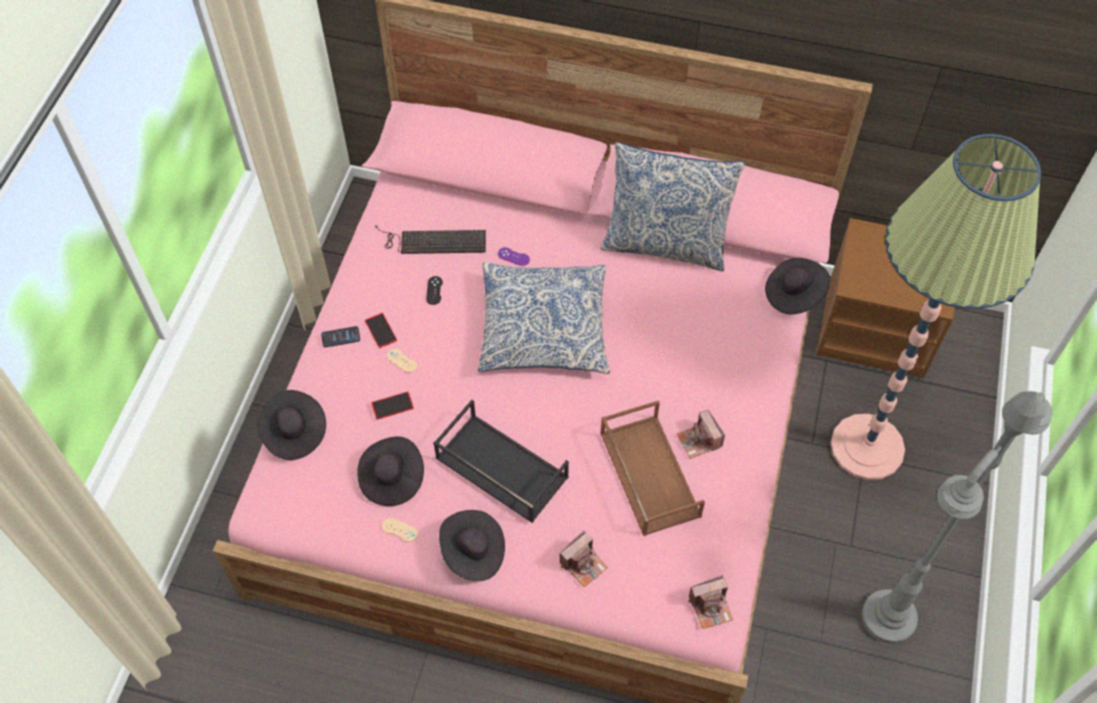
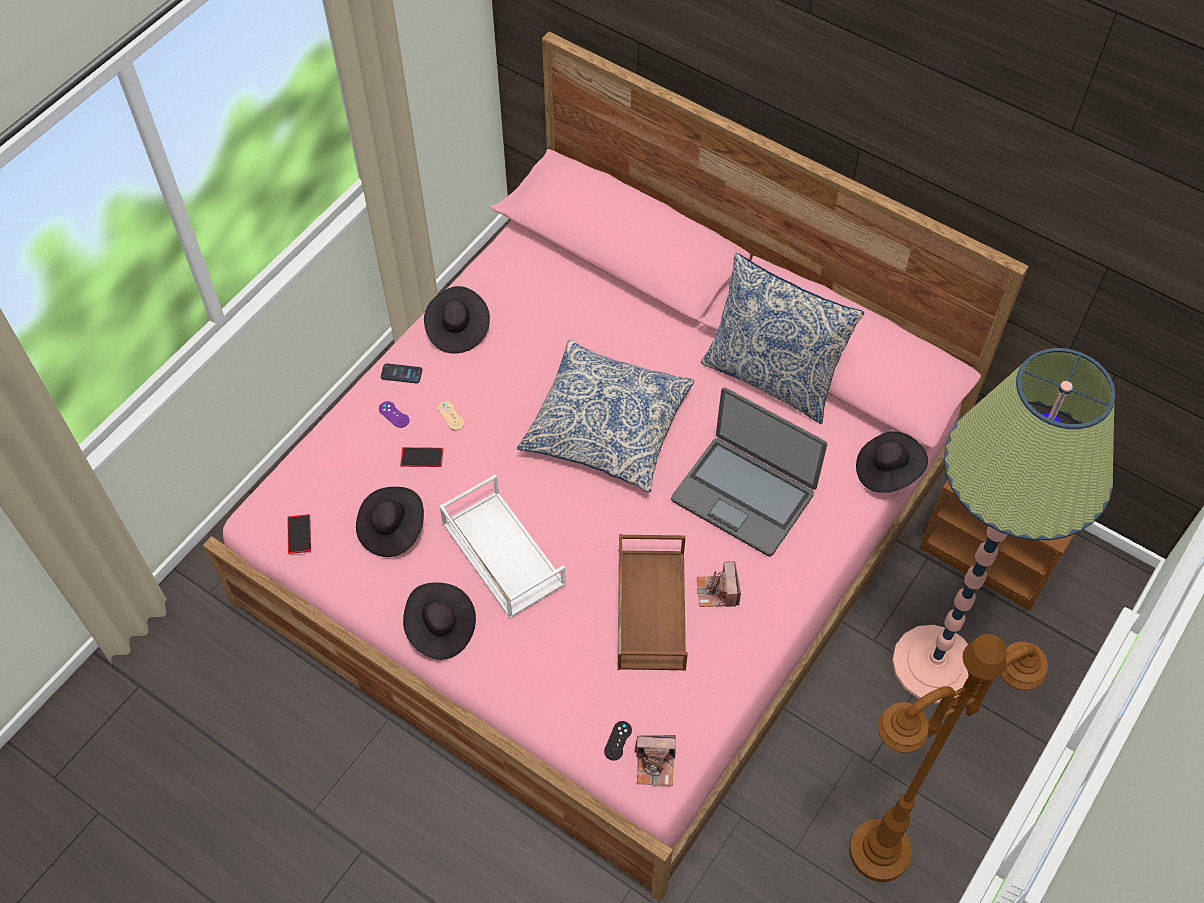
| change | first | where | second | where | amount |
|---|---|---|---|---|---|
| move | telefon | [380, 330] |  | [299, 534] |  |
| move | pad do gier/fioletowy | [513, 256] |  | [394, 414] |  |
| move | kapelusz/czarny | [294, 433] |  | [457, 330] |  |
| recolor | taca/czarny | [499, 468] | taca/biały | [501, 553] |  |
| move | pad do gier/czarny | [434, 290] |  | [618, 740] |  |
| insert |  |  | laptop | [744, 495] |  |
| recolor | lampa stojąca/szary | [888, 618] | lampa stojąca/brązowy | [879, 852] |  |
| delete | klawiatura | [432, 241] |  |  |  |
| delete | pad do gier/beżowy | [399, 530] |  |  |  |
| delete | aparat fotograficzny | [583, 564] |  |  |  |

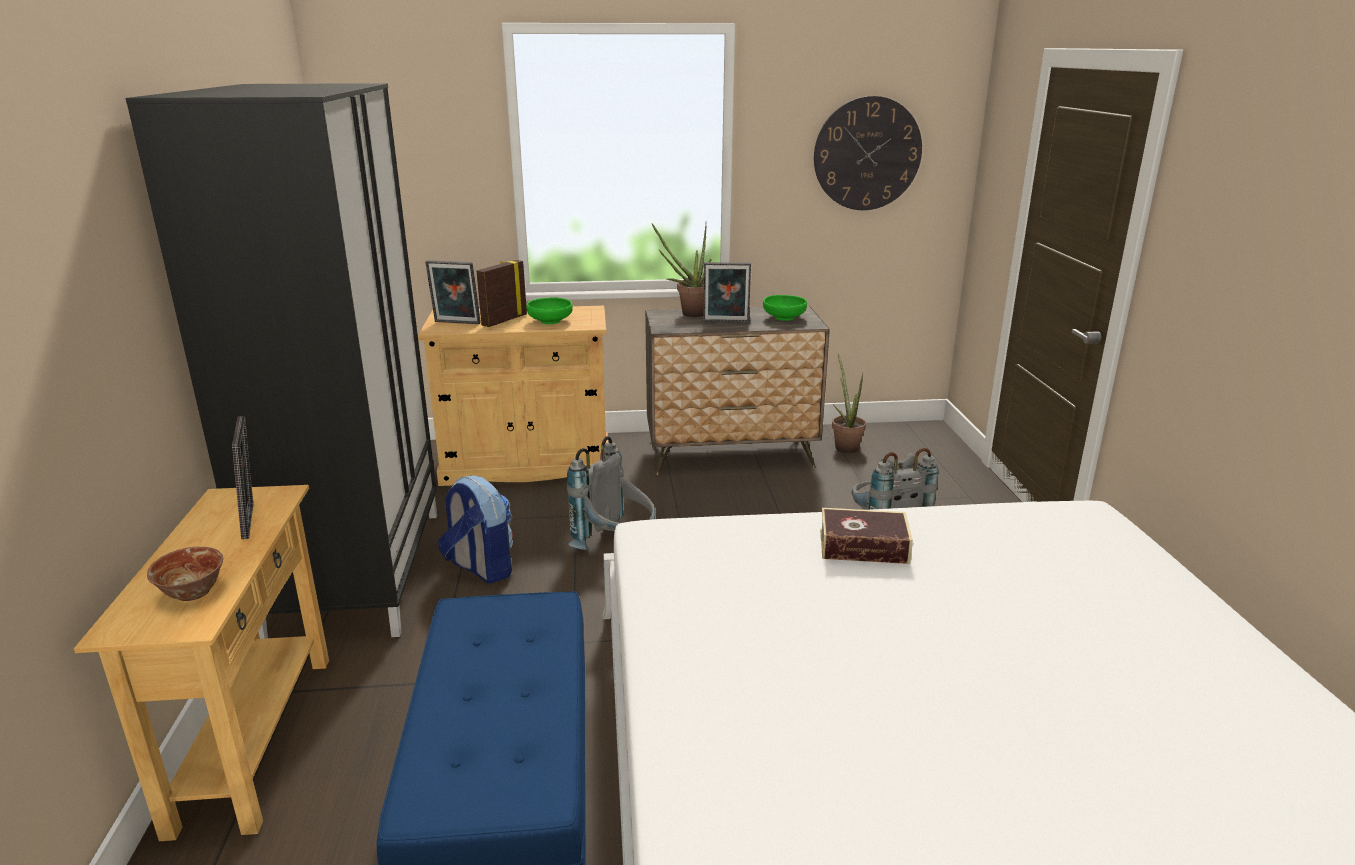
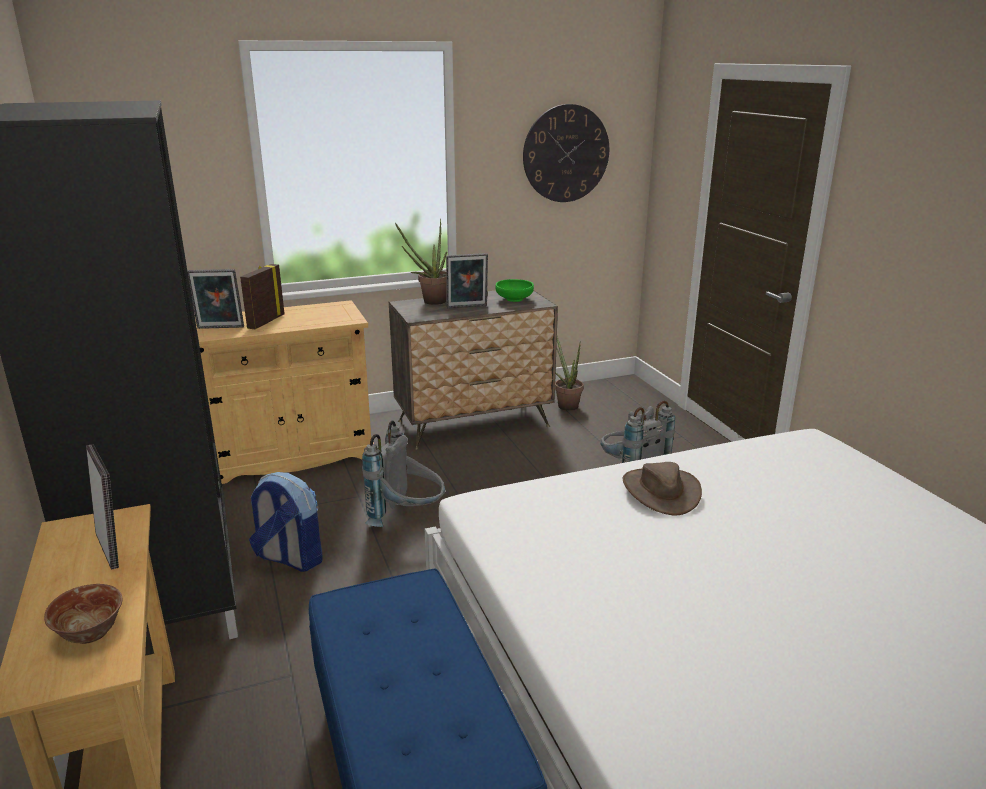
| change | first | where | second | where | amount |
|---|---|---|---|---|---|
| replace | książka | [863, 546] | kapelusz/brązowy | [660, 491] |  |
| delete | miska/zielony | [550, 321] |  |  |  |

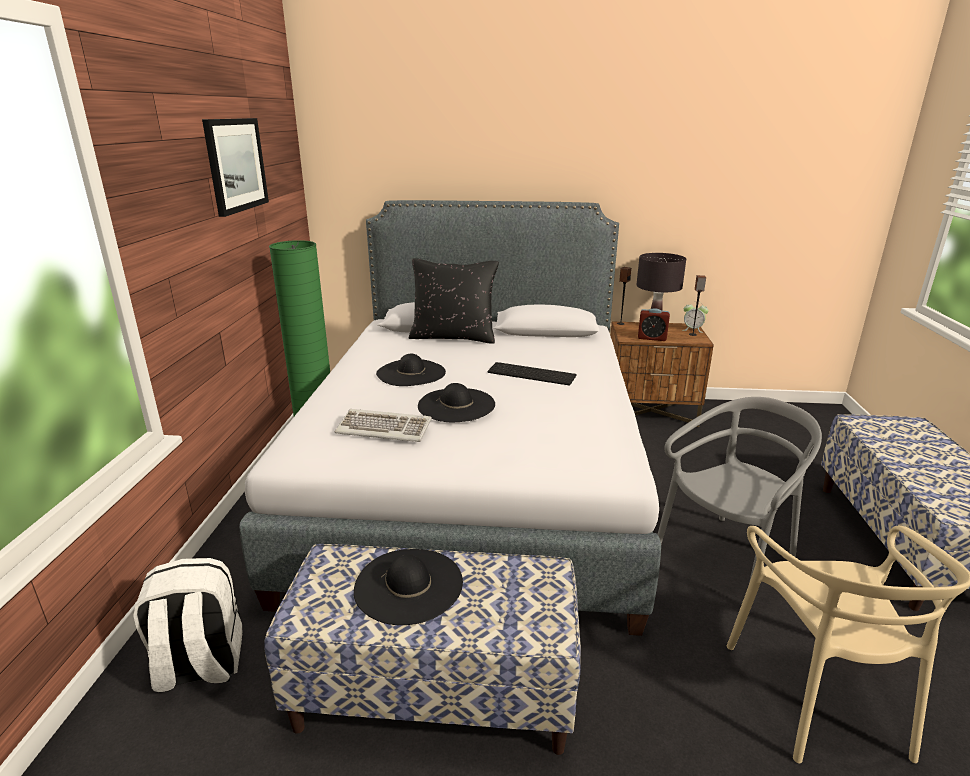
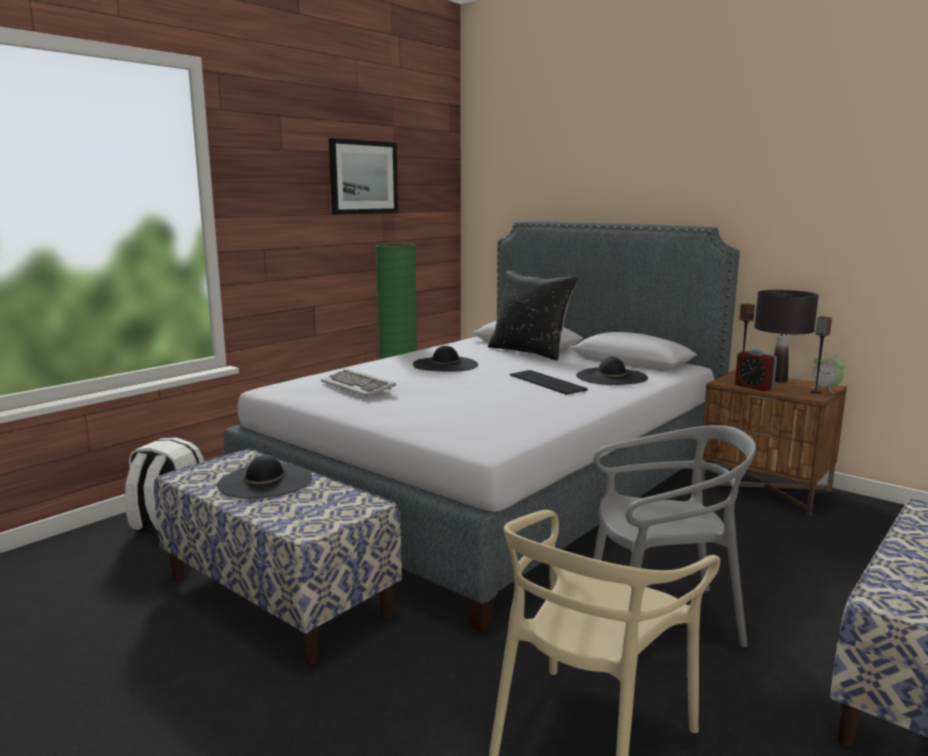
| change | first | where | second | where | amount |
|---|---|---|---|---|---|
| move | kapelusz/czarny | [456, 405] |  | [611, 377] |  |

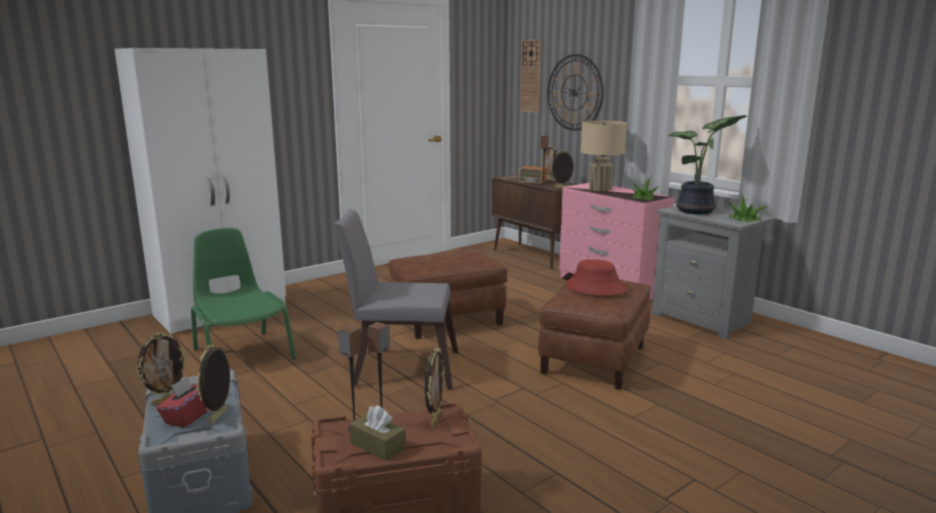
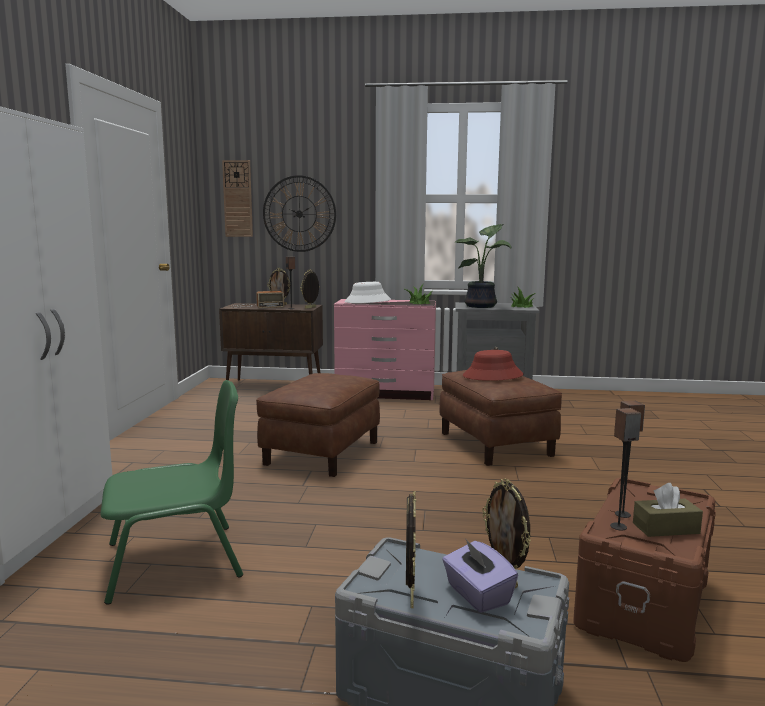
| change | first | where | second | where | amount |
|---|---|---|---|---|---|
| rotate | krzesło/zielony | [242, 353] |  | [176, 561] | 150 degrees clockwise |
| replace | lampa stołowa/beżowy | [600, 188] | kapelusz/biały | [367, 301] |  |
| recolor | pudełko chusteczek/czerwony | [188, 416] | pudełko chusteczek/fioletowy | [477, 595] |  |
| delete | krzesło/szary | [399, 367] |  |  |  |
| delete | ramka na zdjęcie | [435, 420] |  |  |  |

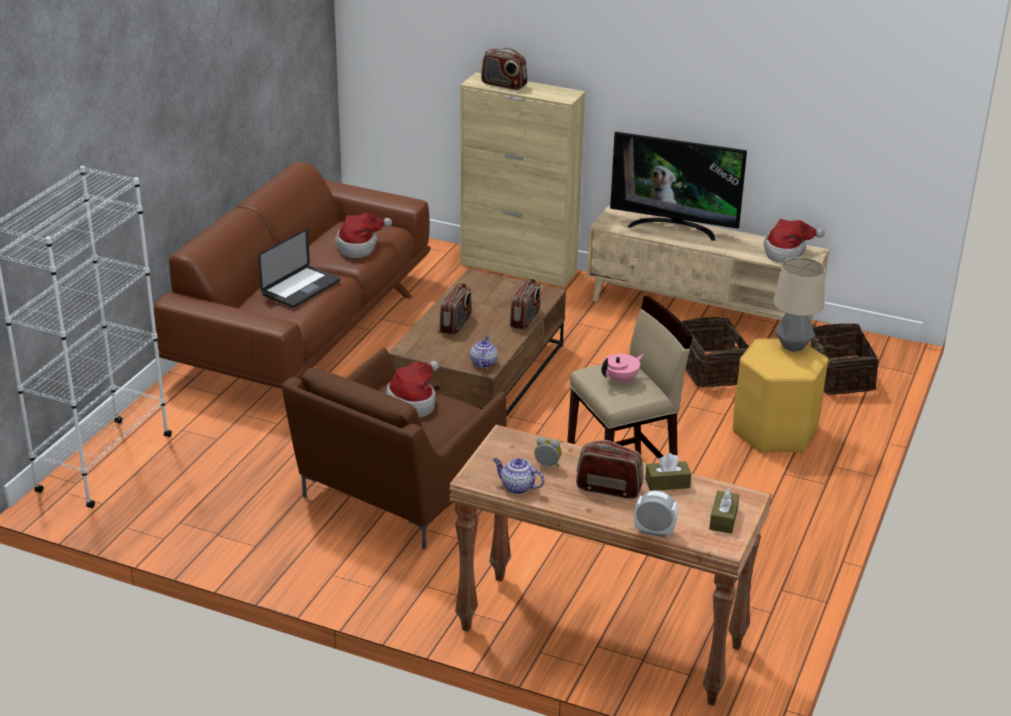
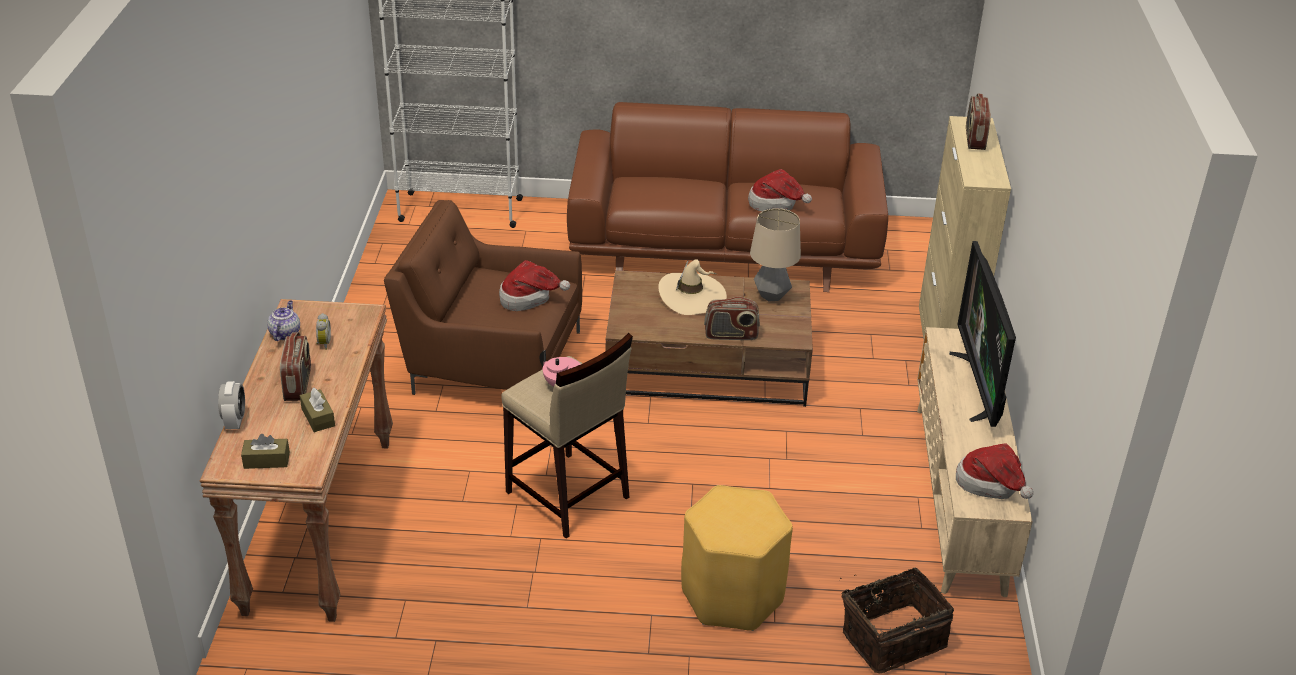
| change | first | where | second | where | amount |
|---|---|---|---|---|---|
| replace | radio | [456, 324] | kapelusz/beżowy | [692, 296] |  |
| move | lampa stołowa | [793, 346] |  | [771, 296] |  |
| delete | laptop | [301, 288] |  |  |  |
| delete | imbryk | [483, 363] |  |  |  |
| delete | koszyk | [712, 370] |  |  |  |

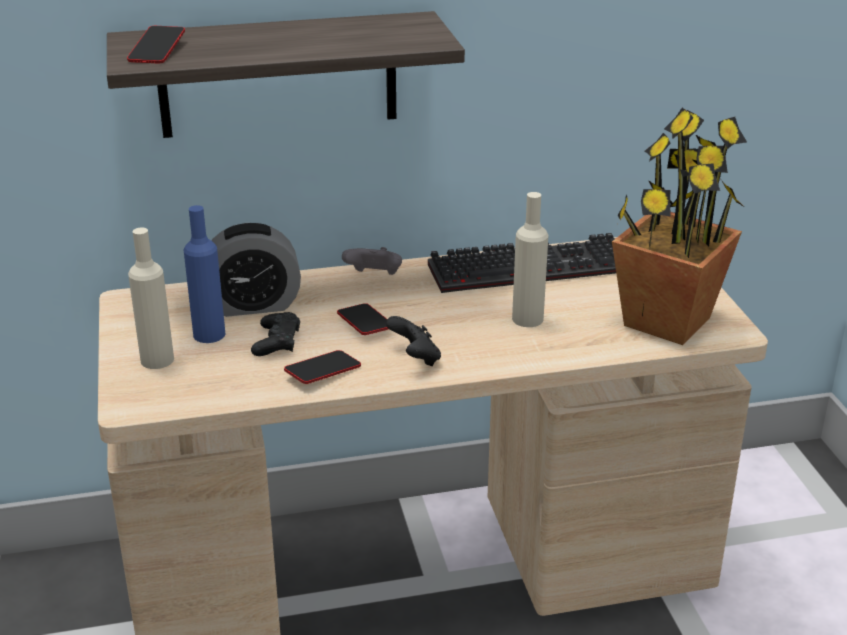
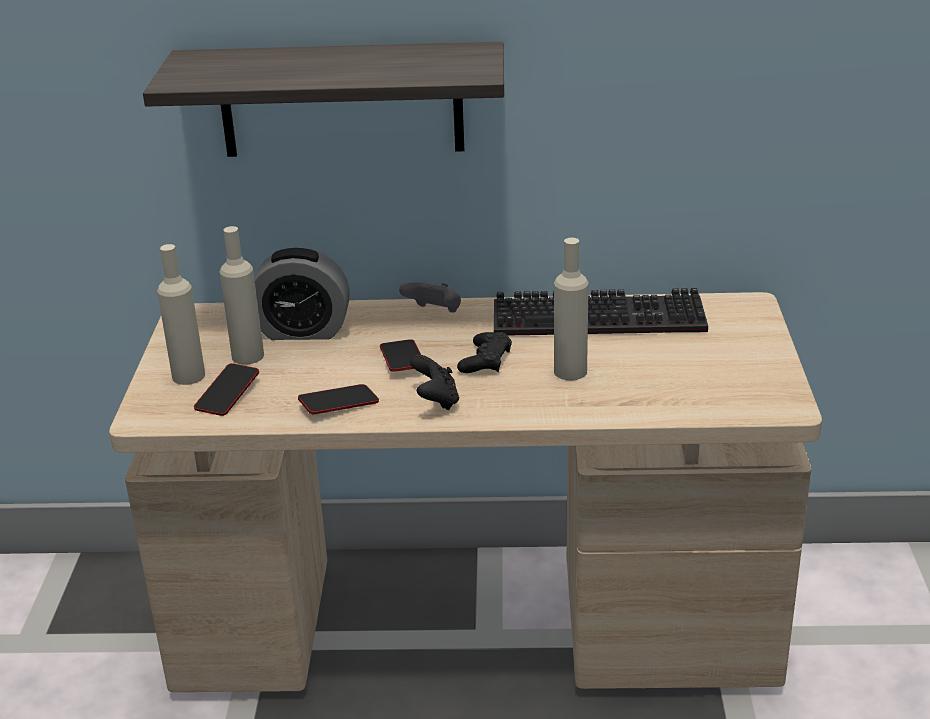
| change | first | where | second | where | amount |
|---|---|---|---|---|---|
| move | telefon | [157, 50] |  | [227, 394] |  |
| recolor | butelka/niebieski | [209, 334] | butelka/beżowy | [248, 356] |  |
| move | pad do gier/czarny | [277, 341] |  | [485, 360] |  |
| delete | roślina doniczkowa | [665, 321] |  |  |  |

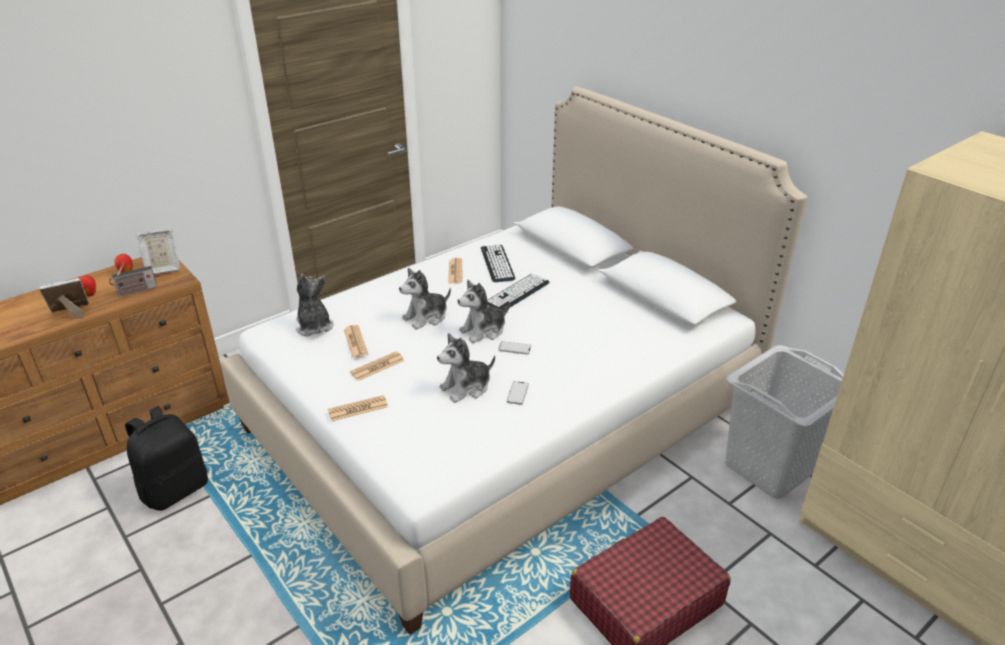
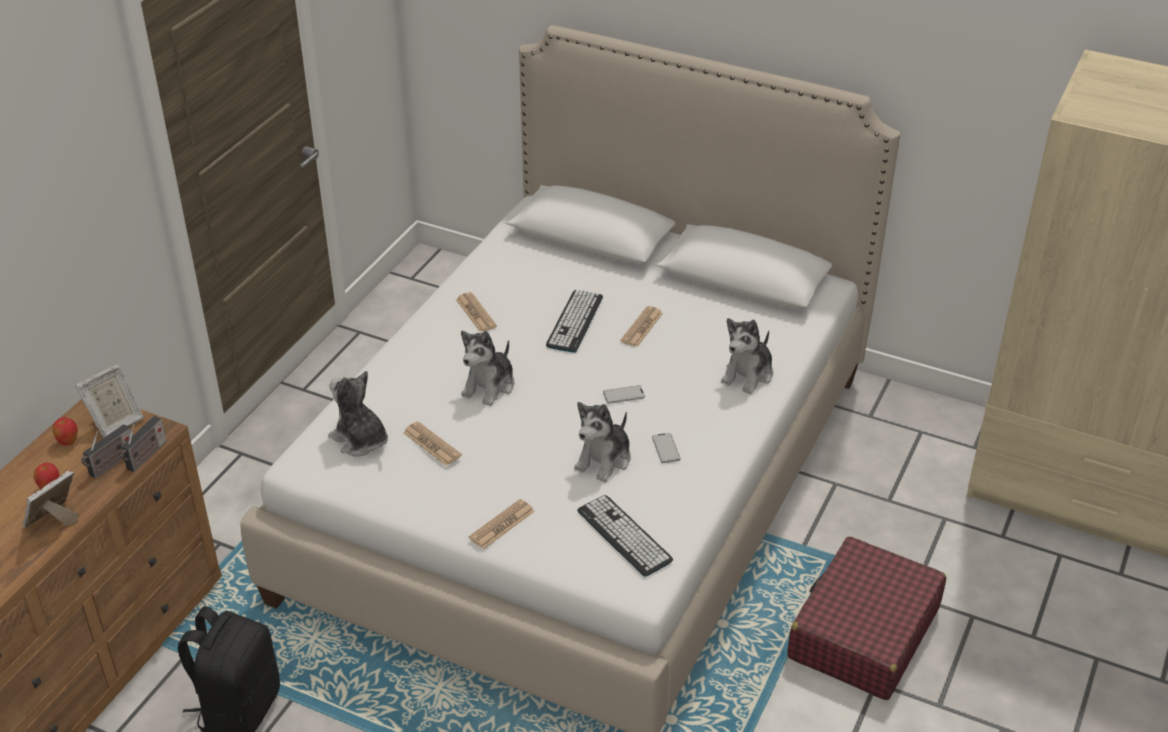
| change | first | where | second | where | amount |
|---|---|---|---|---|---|
| insert |  |  | radio | [146, 457] |  |
| move | klawiatura | [497, 263] |  | [624, 536] |  |
| move | gazeta | [377, 366] |  | [642, 327] |  |
| move | pluszak | [483, 331] |  | [748, 374] |  |
| delete | kosz na pranie/szary | [770, 467] |  |  |  |

